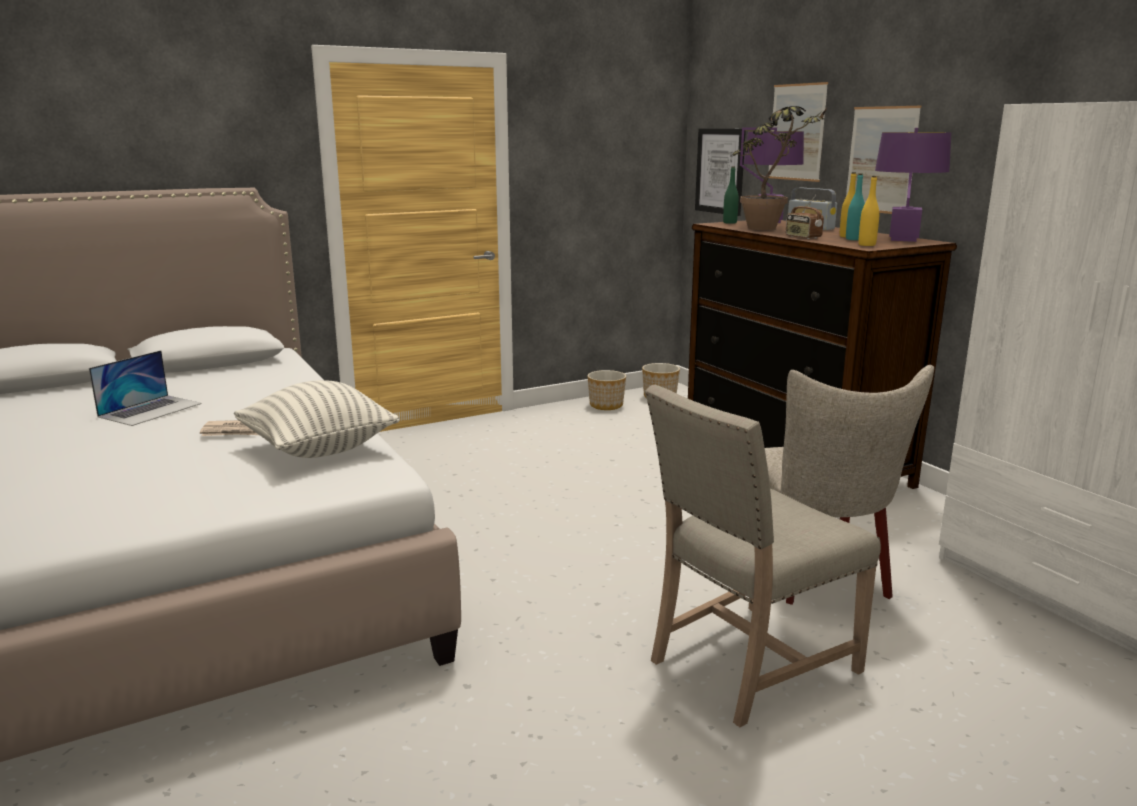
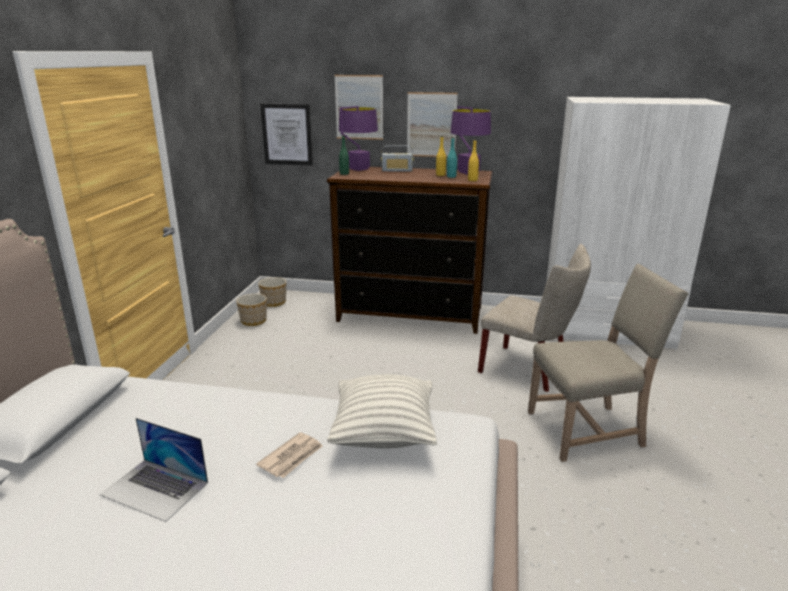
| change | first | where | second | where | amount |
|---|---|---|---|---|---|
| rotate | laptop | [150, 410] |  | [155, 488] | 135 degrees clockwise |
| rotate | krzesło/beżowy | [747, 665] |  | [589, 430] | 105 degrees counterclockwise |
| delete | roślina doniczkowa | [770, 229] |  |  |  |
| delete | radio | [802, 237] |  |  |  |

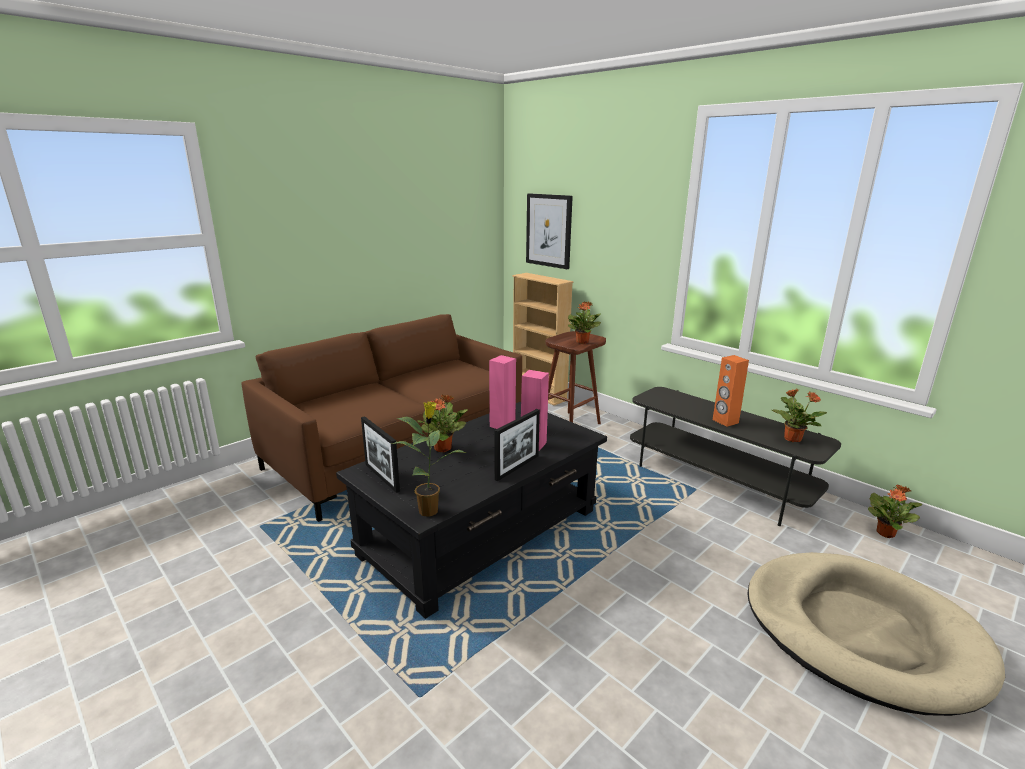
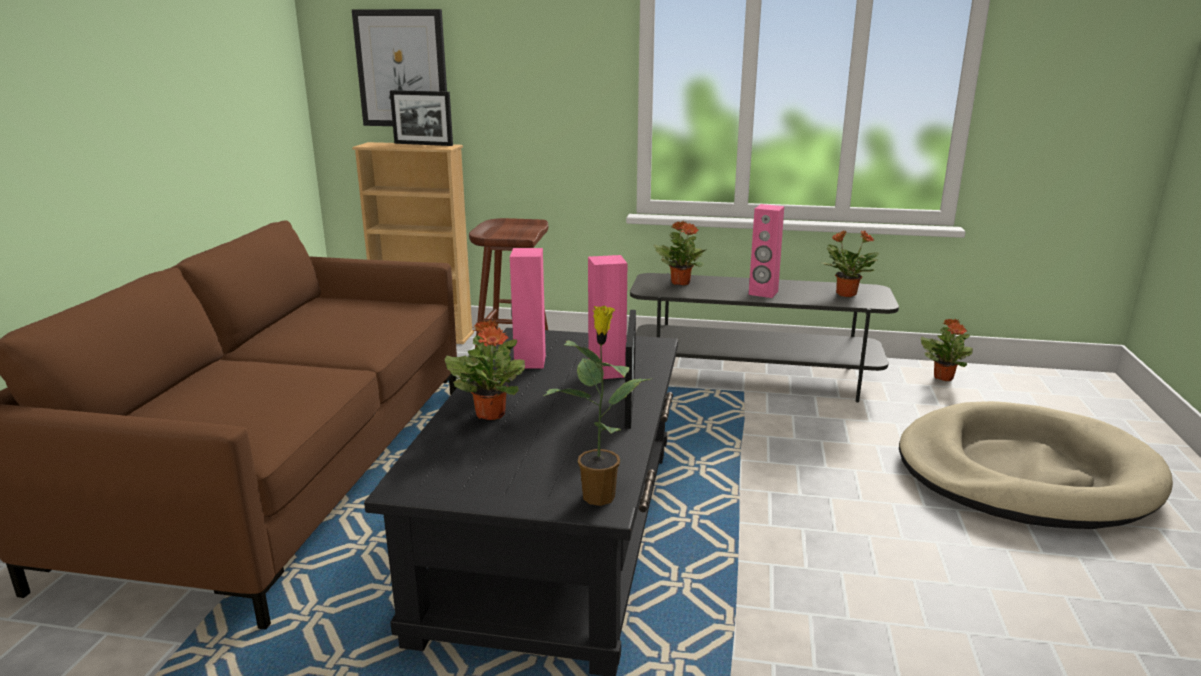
| change | first | where | second | where | amount |
|---|---|---|---|---|---|
| move | ramka na zdjęcie | [382, 477] |  | [423, 144] |  |
| move | roślina doniczkowa | [582, 342] |  | [680, 282] |  |
| recolor | głośnik/pomarańczowy | [725, 421] | głośnik/różowy | [763, 293] |  |

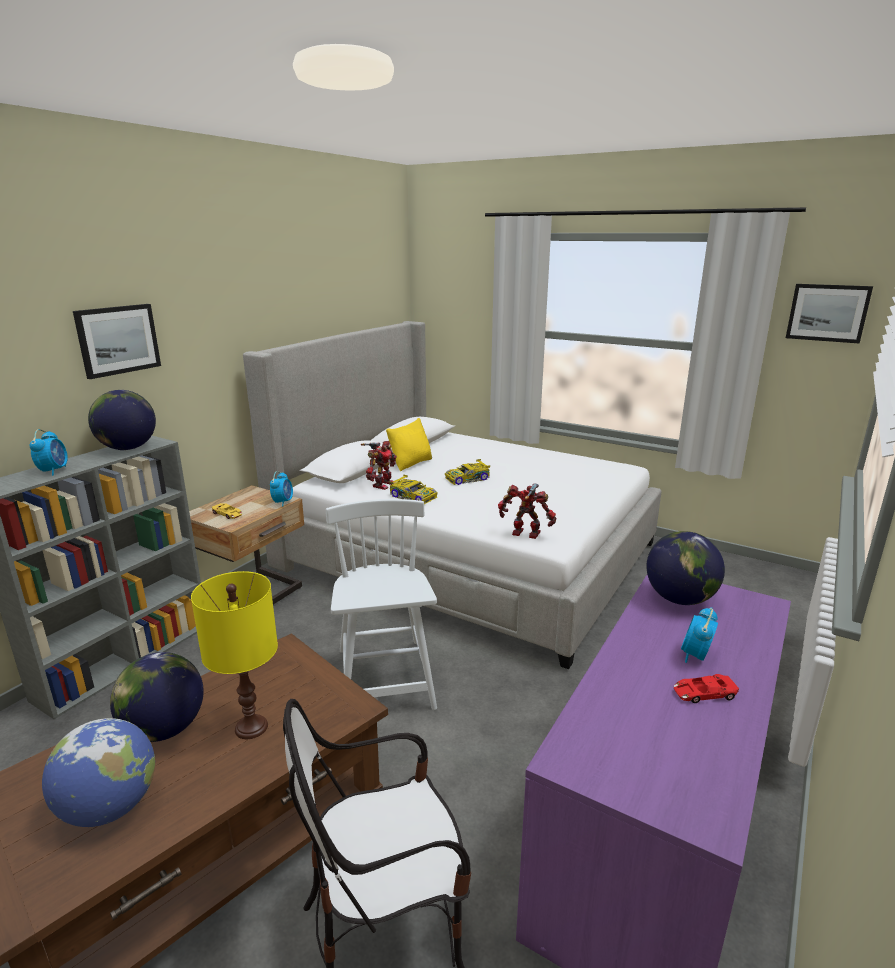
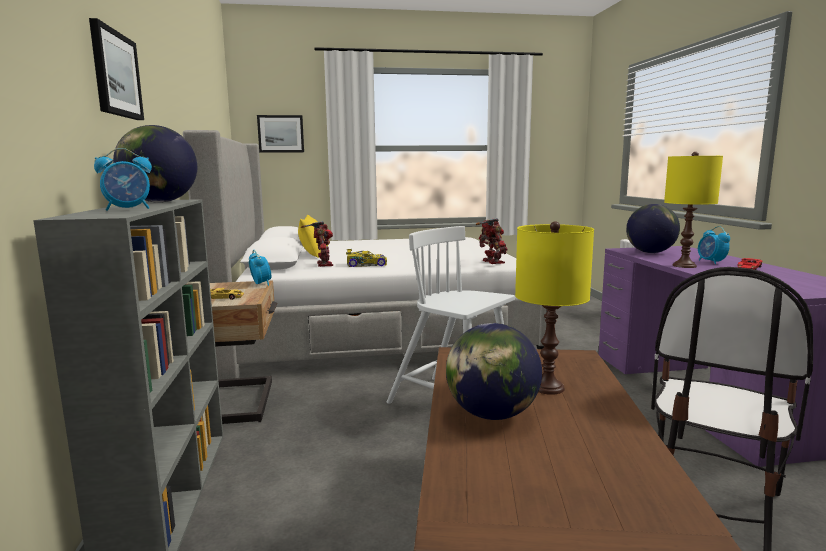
| change | first | where | second | where | amount |
|---|---|---|---|---|---|
| rotate | budzik | [54, 471] |  | [128, 209] | 105 degrees clockwise |
| move | obraz | [827, 313] |  | [281, 134] |  |
| rotate | robot zabawkowy | [526, 534] |  | [491, 262] | 90 degrees clockwise |
| insert |  |  | lampa stołowa/żółty | [684, 266] |  |
| delete | globus | [110, 807] |  |  |  |
| delete | samochodzik | [468, 478] |  |  |  |

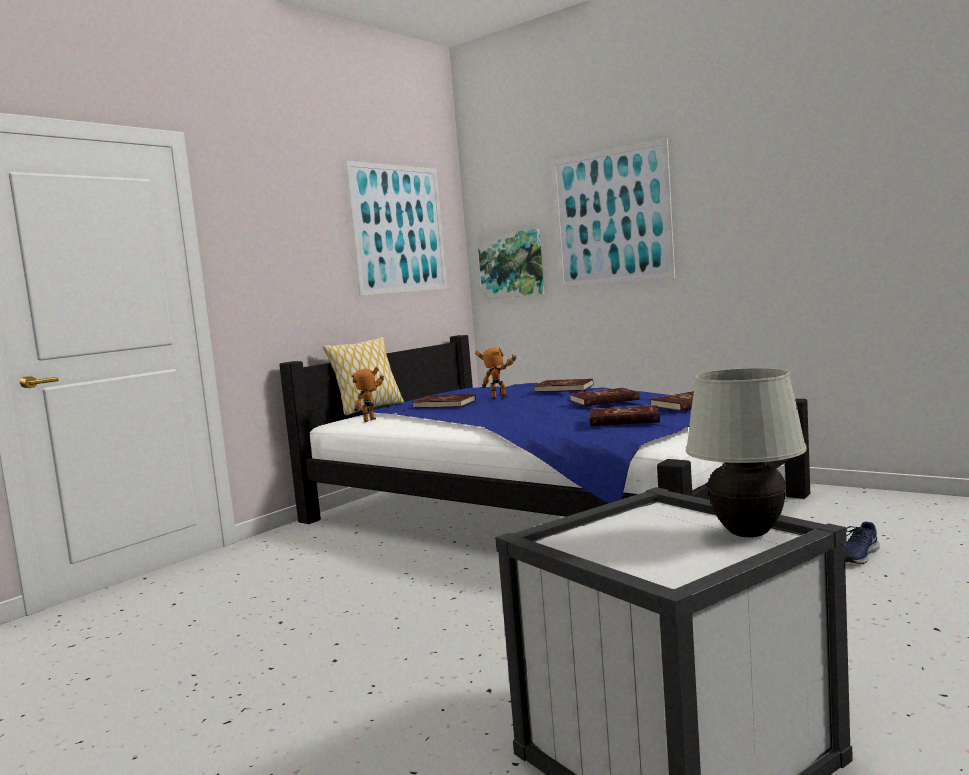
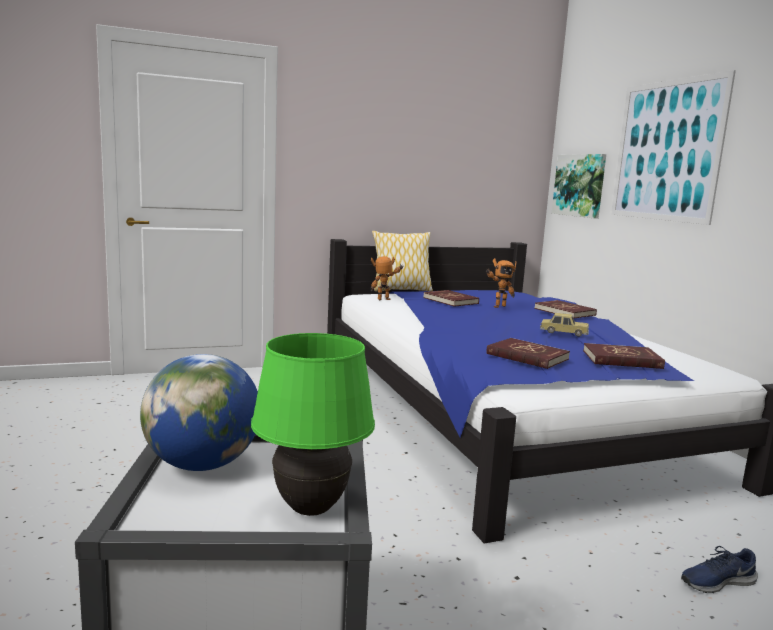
| change | first | where | second | where | amount |
|---|---|---|---|---|---|
| insert |  |  | globus | [202, 464] |  |
| recolor | lampa stołowa/biały | [747, 534] | lampa stołowa/zielony | [310, 508] |  |
| rotate | robot zabawkowy | [500, 398] |  | [498, 306] | 120 degrees clockwise |
| replace | książka/czerwony | [604, 400] | samochodzik | [563, 333] |  |
| delete | obraz | [399, 229] |  |  |  |

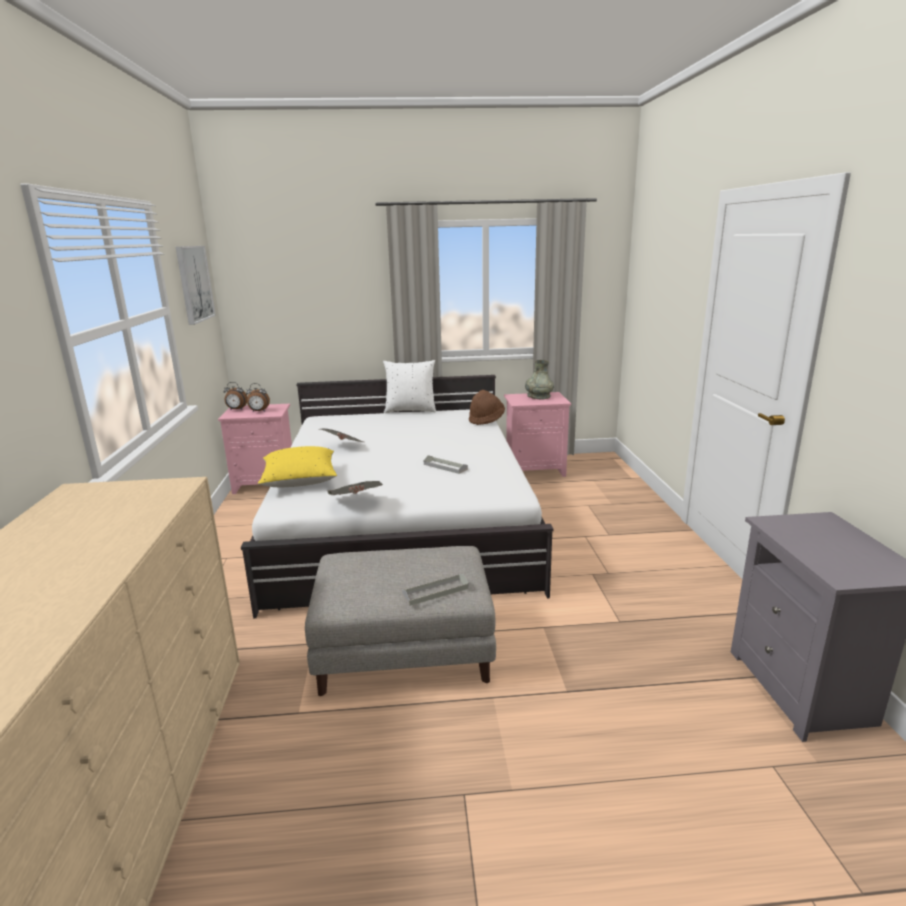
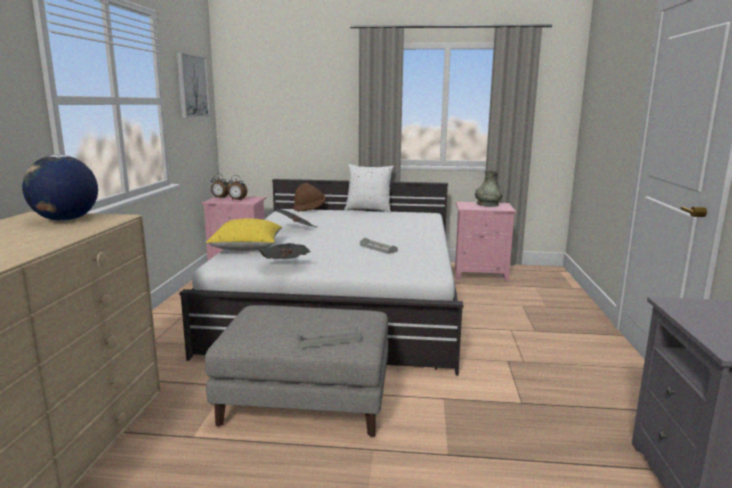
| change | first | where | second | where | amount |
|---|---|---|---|---|---|
| insert |  |  | globus | [65, 220] |  |
| move | kapelusz/brązowy | [486, 420] |  | [309, 209] |  |

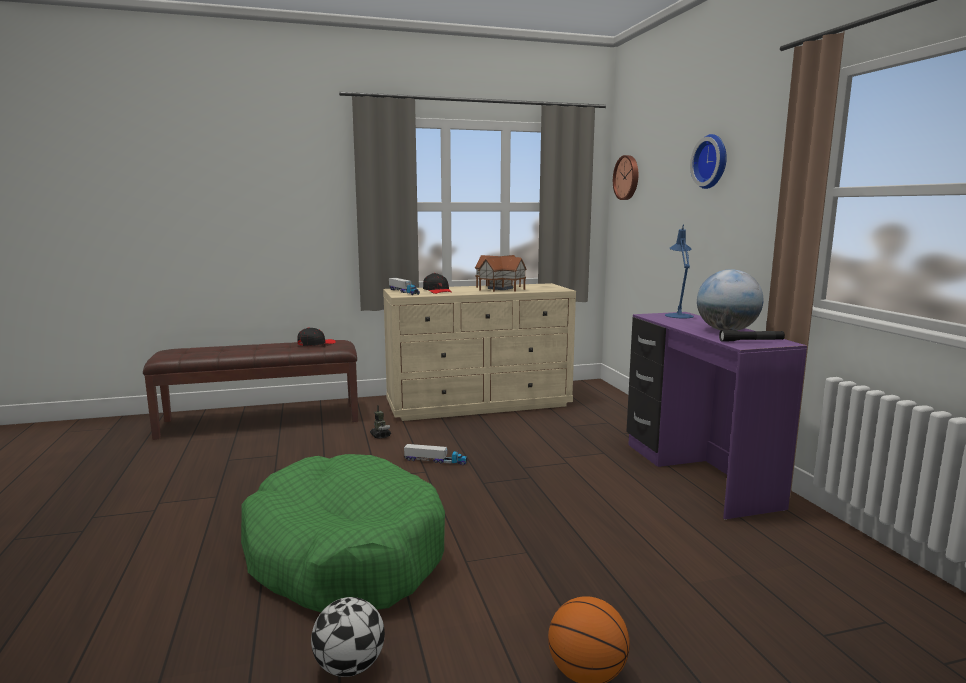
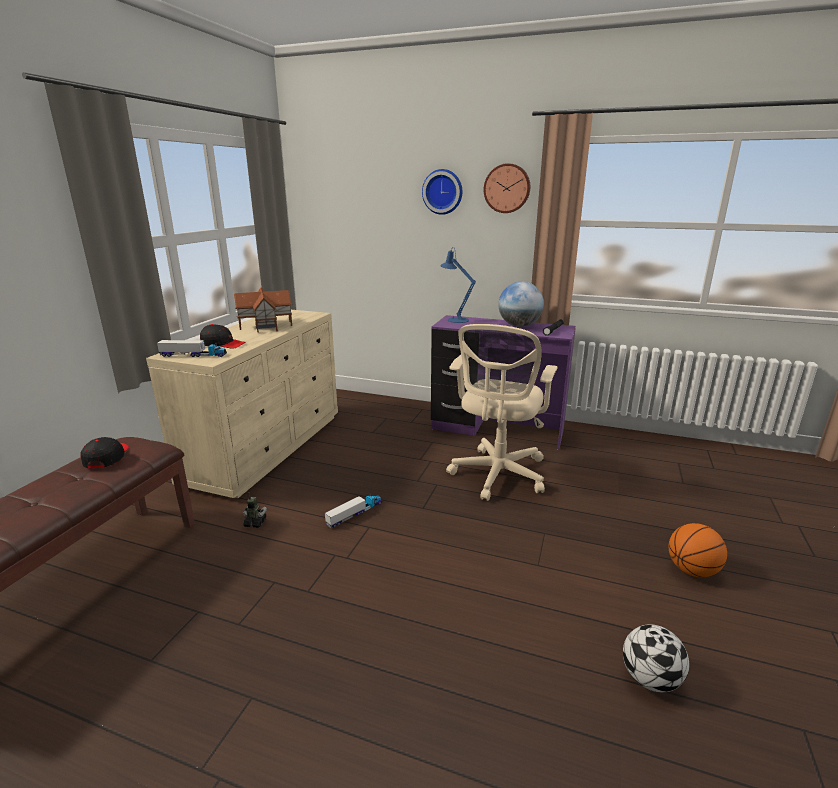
| change | first | where | second | where | amount |
|---|---|---|---|---|---|
| insert |  |  | krzesło biurowe/beżowy | [497, 476] |  |
| move | zegar ścienny | [627, 177] |  | [507, 188] |  |
| delete | legowisko/zielony | [344, 554] |  |  |  |

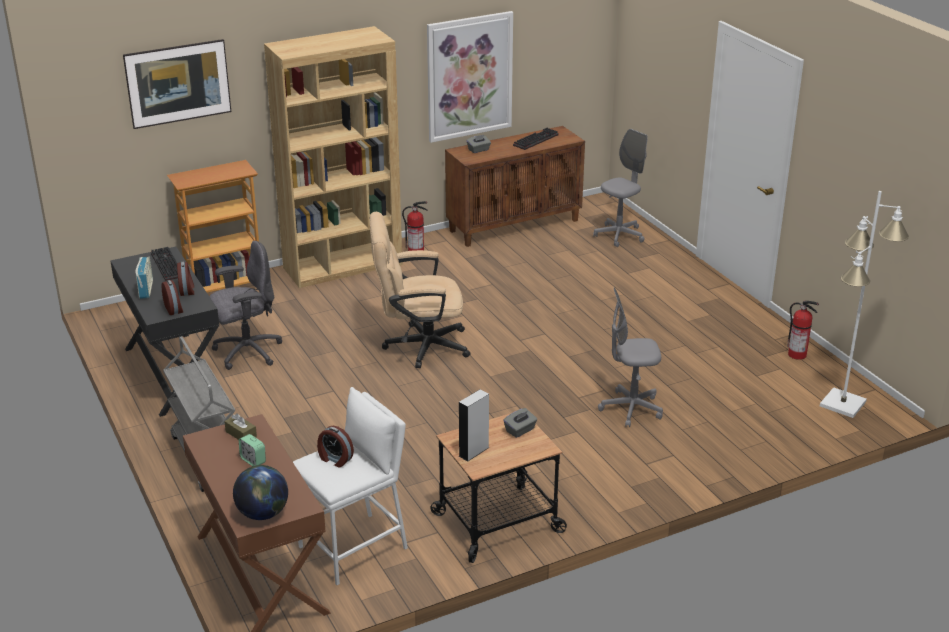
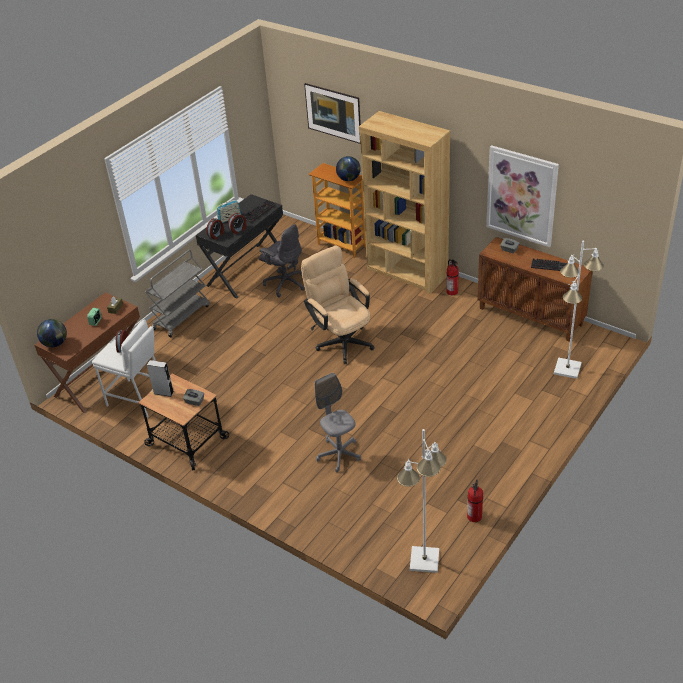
| change | first | where | second | where | amount |
|---|---|---|---|---|---|
| insert |  |  | globus | [349, 179] |  |
| replace | krzesło biurowe/szary | [619, 235] | lampa stojąca/biały | [567, 369] |  |

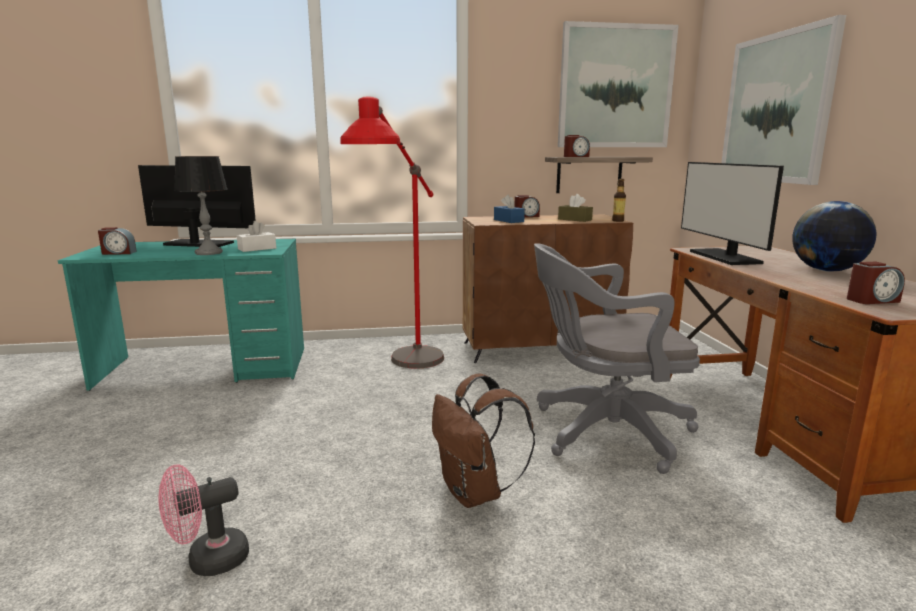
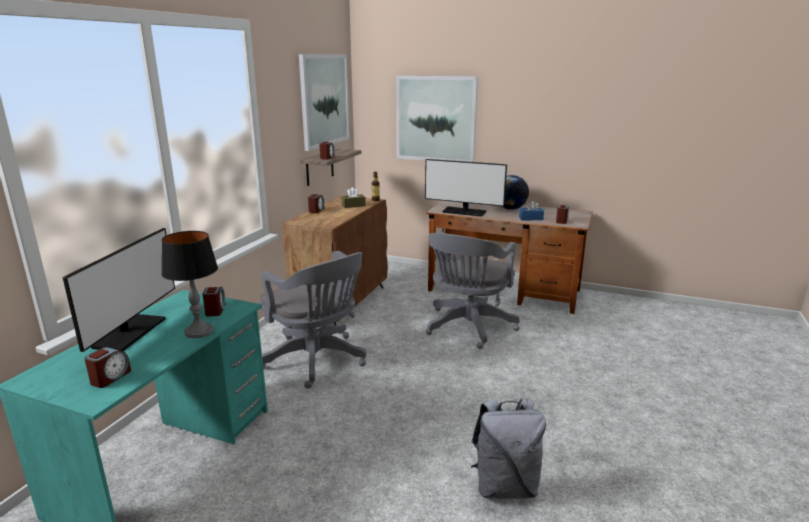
| change | first | where | second | where | amount |
|---|---|---|---|---|---|
| rotate | monitor | [199, 244] |  | [130, 333] | 150 degrees clockwise |
| replace | pudełko chusteczek/biały | [257, 249] | budzik | [215, 310] |  |
| replace | lampa stojąca/czerwony | [404, 372] | krzesło biurowe/szary | [317, 361] |  |
| replace | wentylator/różowy | [208, 561] | plecak/szary | [505, 486] |  |
| move | pudełko chusteczek/niebieski | [508, 221] |  | [530, 218] |  |
| delete | plecak/brązowy | [475, 493] |  |  |  |

